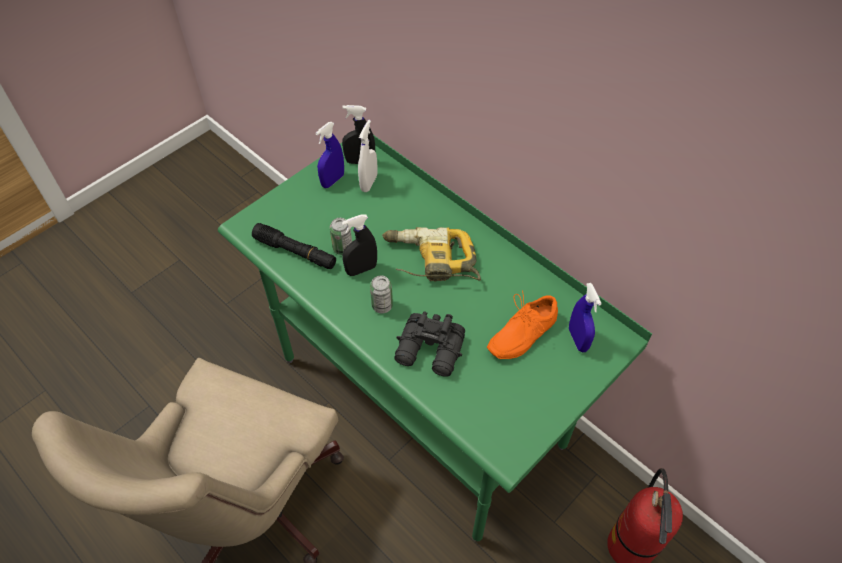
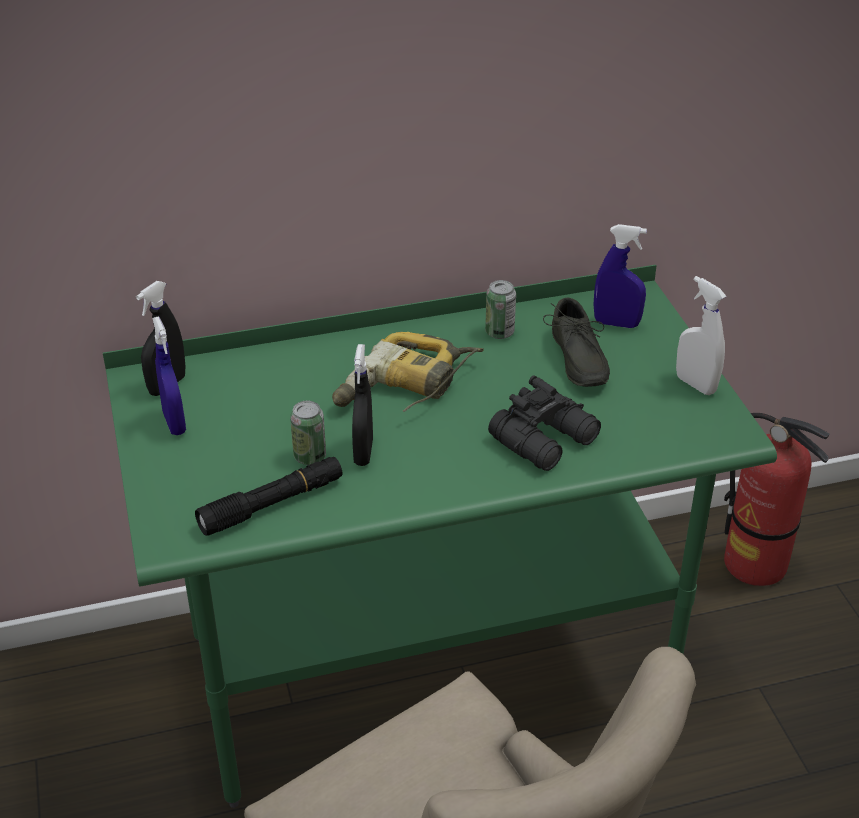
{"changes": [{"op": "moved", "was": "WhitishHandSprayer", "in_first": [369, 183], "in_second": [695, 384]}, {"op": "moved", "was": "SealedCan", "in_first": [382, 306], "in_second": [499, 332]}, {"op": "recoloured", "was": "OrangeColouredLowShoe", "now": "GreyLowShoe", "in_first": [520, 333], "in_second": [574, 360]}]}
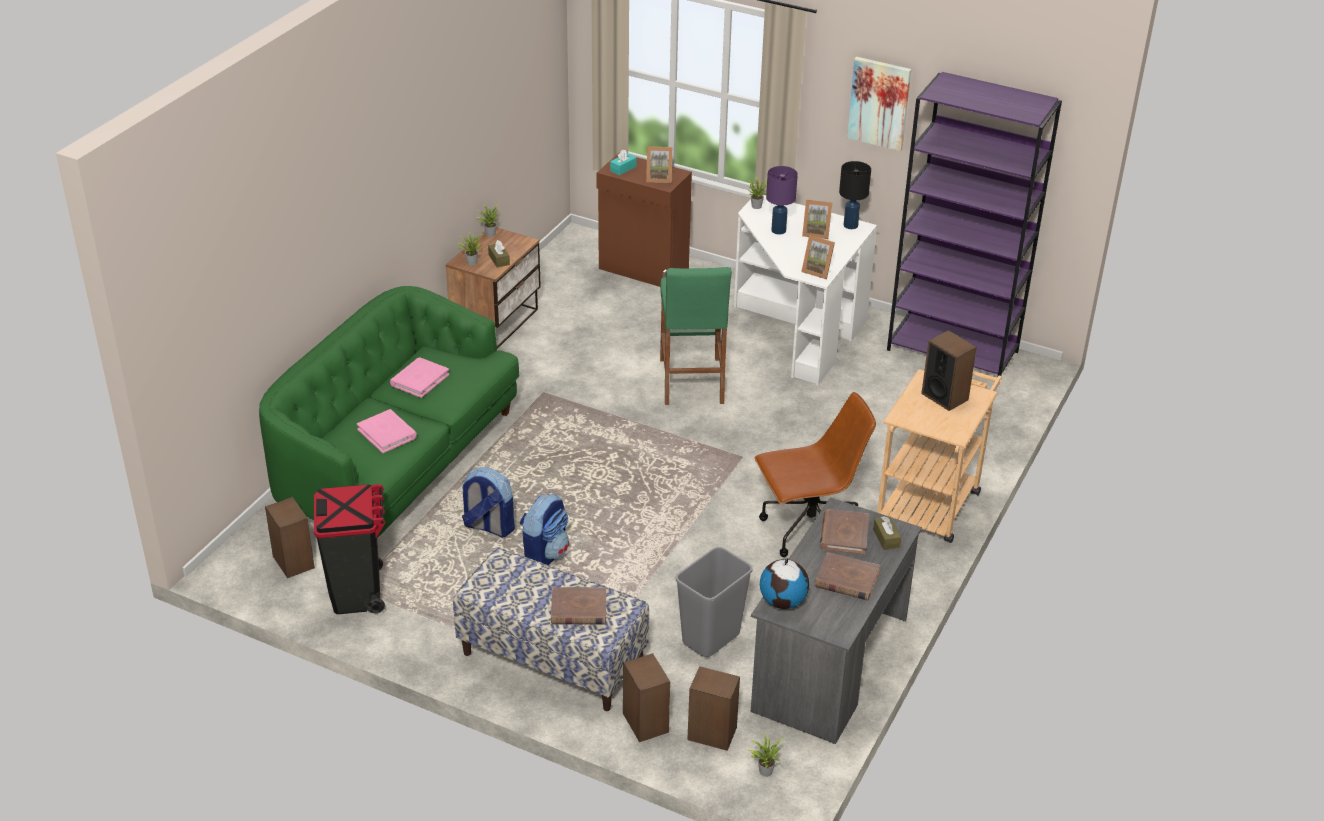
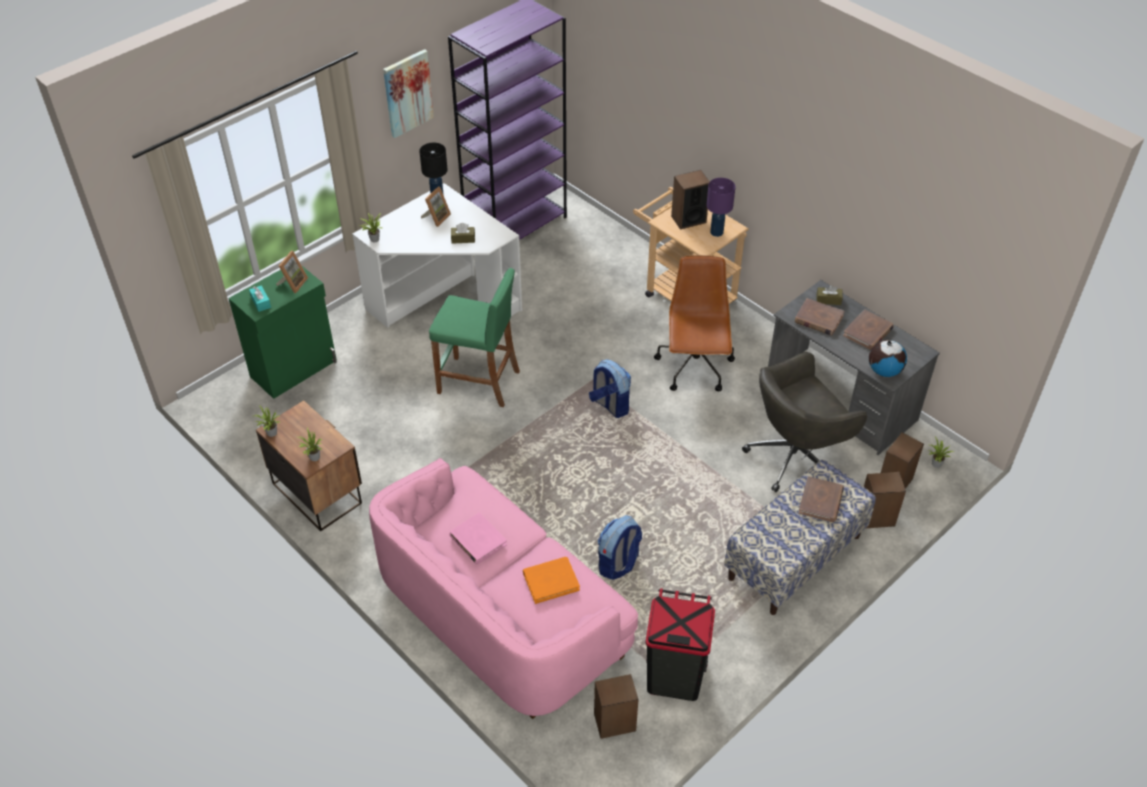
{"changes": [{"op": "removed", "was": "StandingFrame", "in_first": [818, 271]}, {"op": "moved", "was": "BrownTissueHolder", "in_first": [499, 259], "in_second": [463, 239]}, {"op": "moved", "was": "Backpack", "in_first": [545, 554], "in_second": [609, 405]}, {"op": "moved", "was": "PurplishTableLamp", "in_first": [778, 230], "in_second": [716, 232]}, {"op": "replaced", "was": "GreyWasteBin", "now": "GreyComputerChair", "in_first": [710, 637], "in_second": [795, 456]}, {"op": "recoloured", "was": "GreenSofa", "now": "PinkishSofa", "in_first": [396, 462], "in_second": [500, 614]}, {"op": "recoloured", "was": "PinkishBoundBook", "now": "OrangeColouredBoundBook", "in_first": [387, 433], "in_second": [551, 581]}, {"op": "recoloured", "was": "BrownStorageCabinet", "now": "GreenStorageCabinet", "in_first": [643, 270], "in_second": [295, 369]}]}
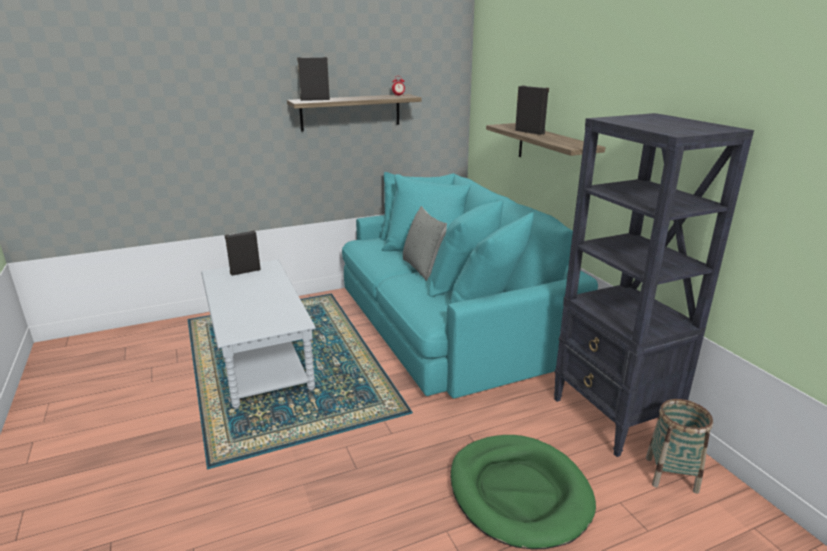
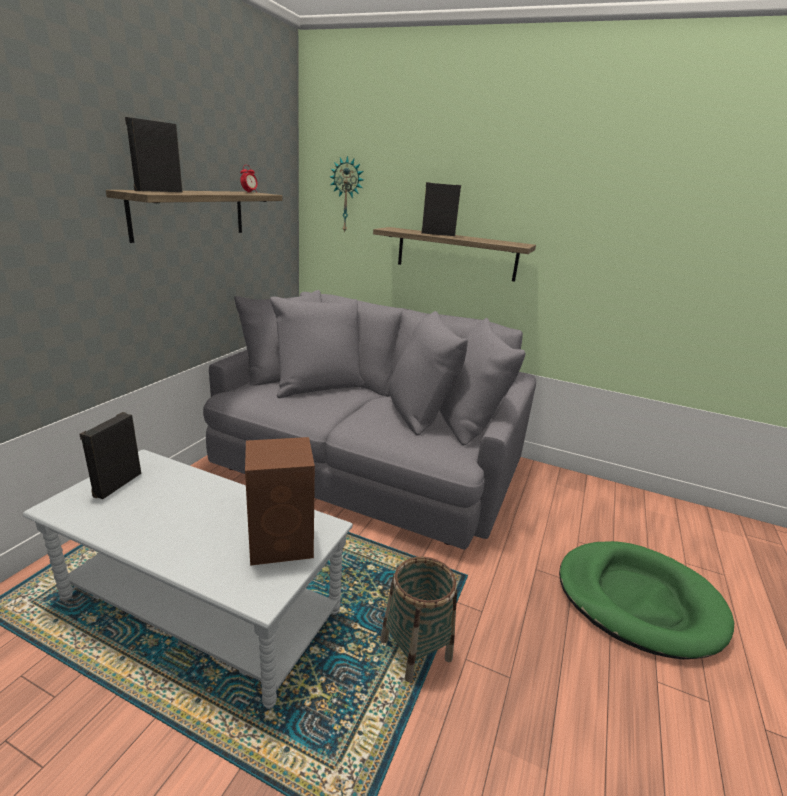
{"changes": [{"op": "removed", "was": "GreyPillow", "in_first": [423, 268]}, {"op": "removed", "was": "BlackColouredShelvingUnit", "in_first": [613, 417]}, {"op": "added", "now": "BrownSpeaker", "in_second": [283, 543]}, {"op": "added", "now": "WallClock", "in_second": [347, 195]}, {"op": "moved", "was": "StorageBasket", "in_first": [671, 474], "in_second": [415, 650]}, {"op": "recoloured", "was": "TurquoiseSofa", "now": "GreySofa", "in_first": [450, 324], "in_second": [369, 462]}]}
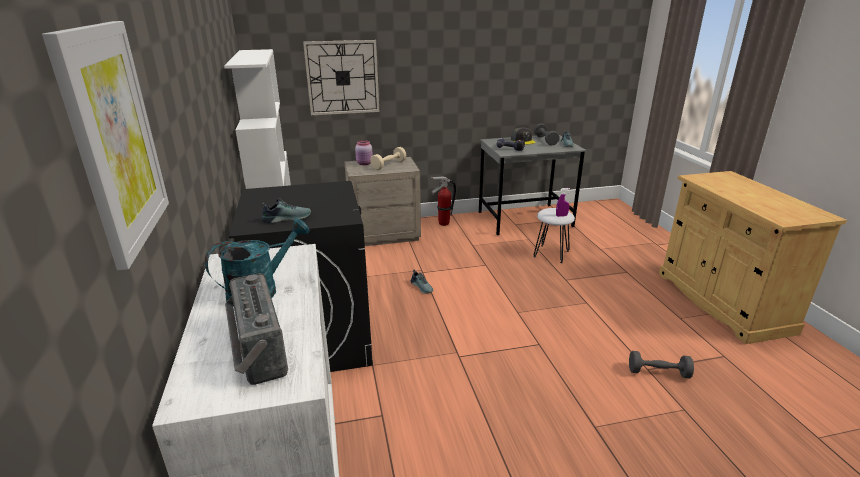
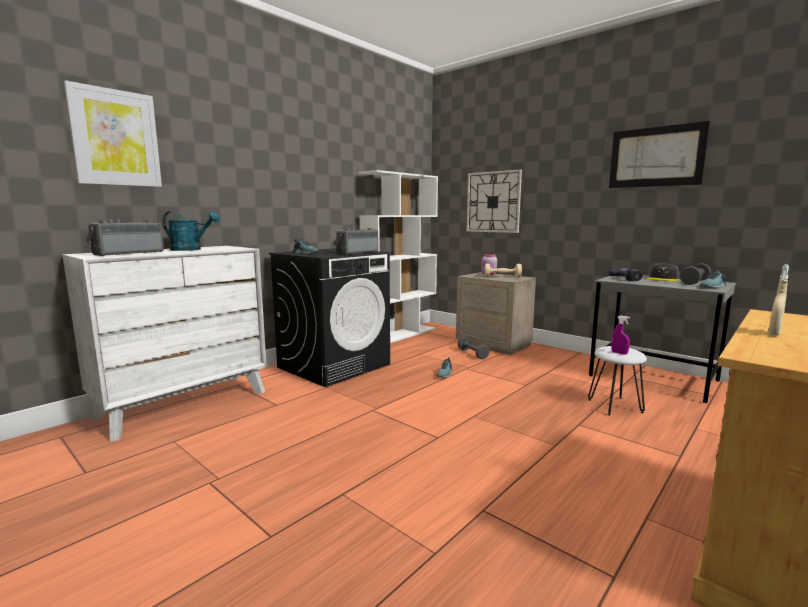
{"changes": [{"op": "removed", "was": "FireFightingCylinder", "in_first": [443, 223]}, {"op": "added", "now": "RadioReceiver", "in_second": [356, 252]}, {"op": "added", "now": "WallPicture", "in_second": [655, 157]}, {"op": "added", "now": "BeigeHandSprayer", "in_second": [774, 333]}, {"op": "moved", "was": "GreyFreeWeight", "in_first": [658, 372], "in_second": [472, 354]}]}
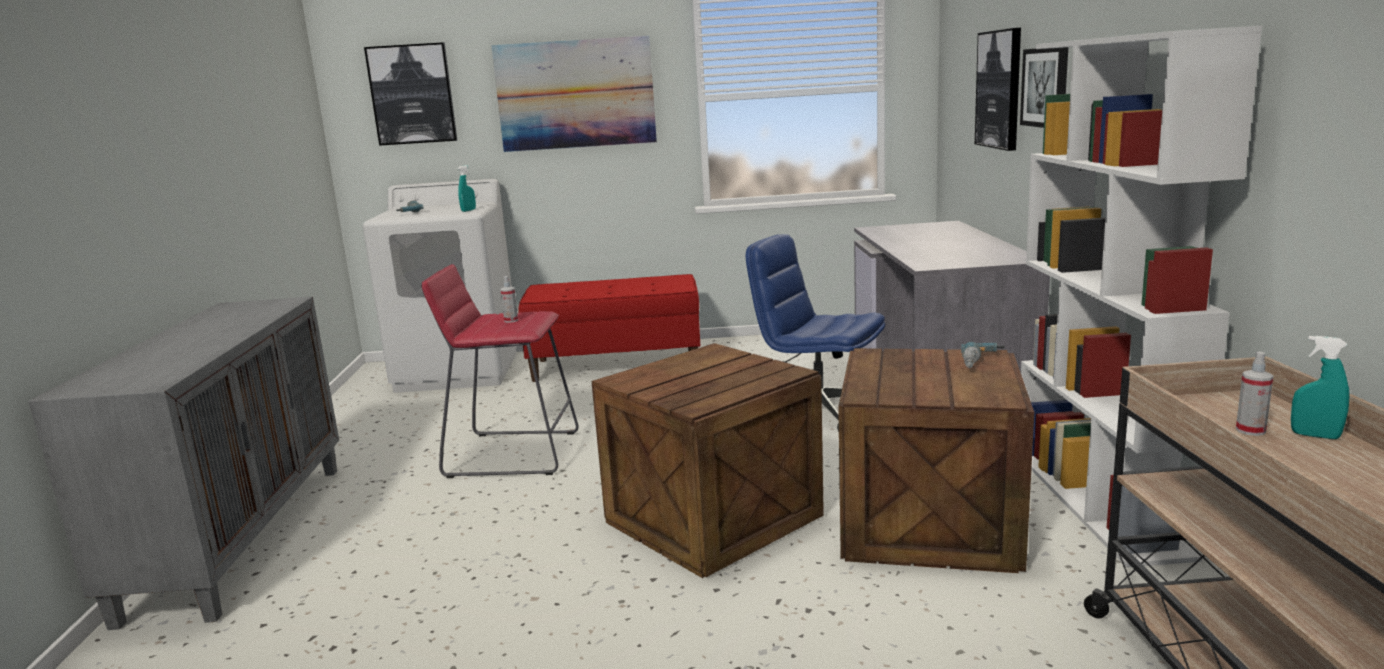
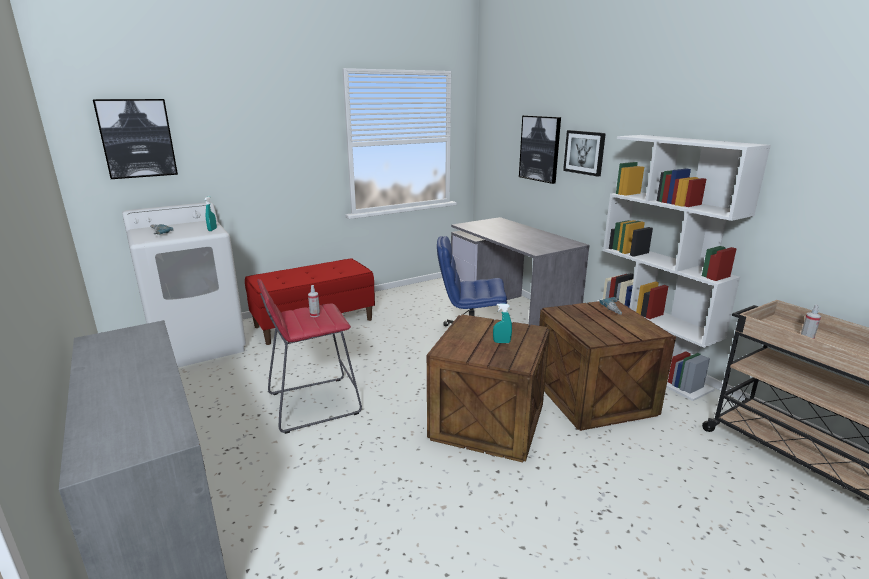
{"changes": [{"op": "removed", "was": "WallPicture", "in_first": [576, 94]}, {"op": "moved", "was": "TurquoiseHandSprayer", "in_first": [1315, 435], "in_second": [501, 342]}]}
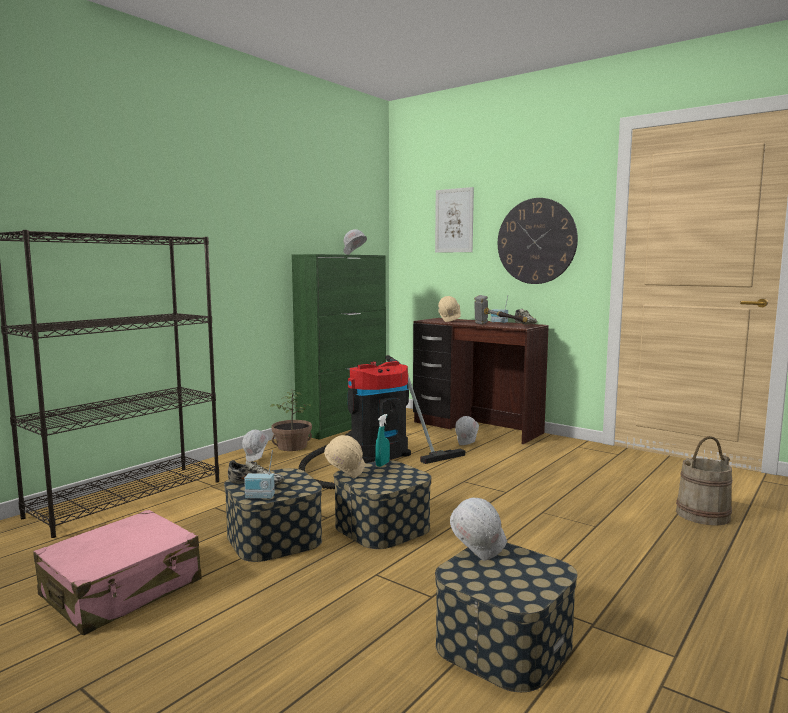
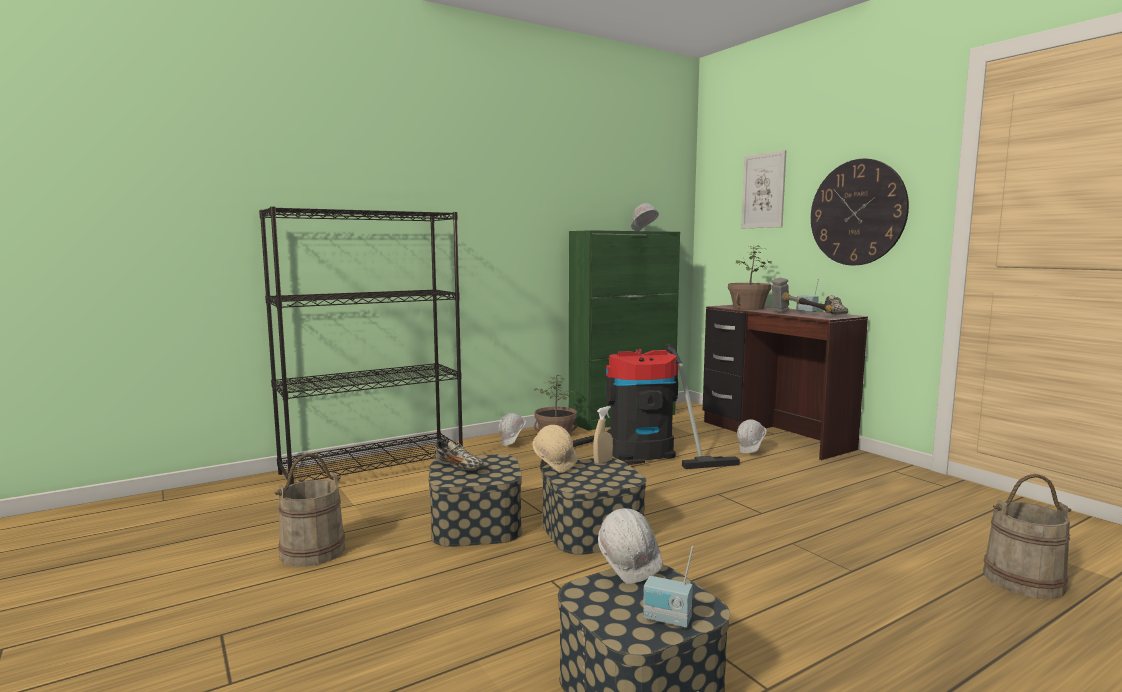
{"changes": [{"op": "moved", "was": "RadioReceiver", "in_first": [259, 497], "in_second": [667, 620]}, {"op": "replaced", "was": "PinkishPieceOfLuggage", "now": "BeigeBucket", "in_first": [122, 589], "in_second": [312, 551]}, {"op": "replaced", "was": "BeigeWorkHelmet", "now": "PlantInAPot", "in_first": [449, 321], "in_second": [748, 308]}, {"op": "recoloured", "was": "TurquoiseHandSprayer", "now": "BeigeHandSprayer", "in_first": [382, 464], "in_second": [603, 462]}]}
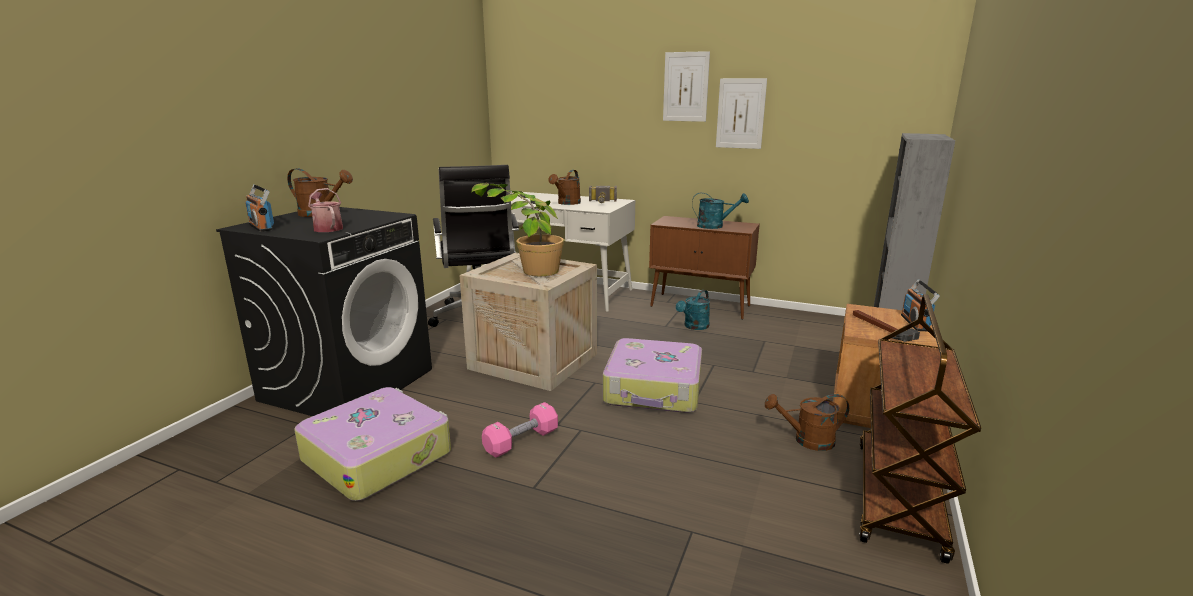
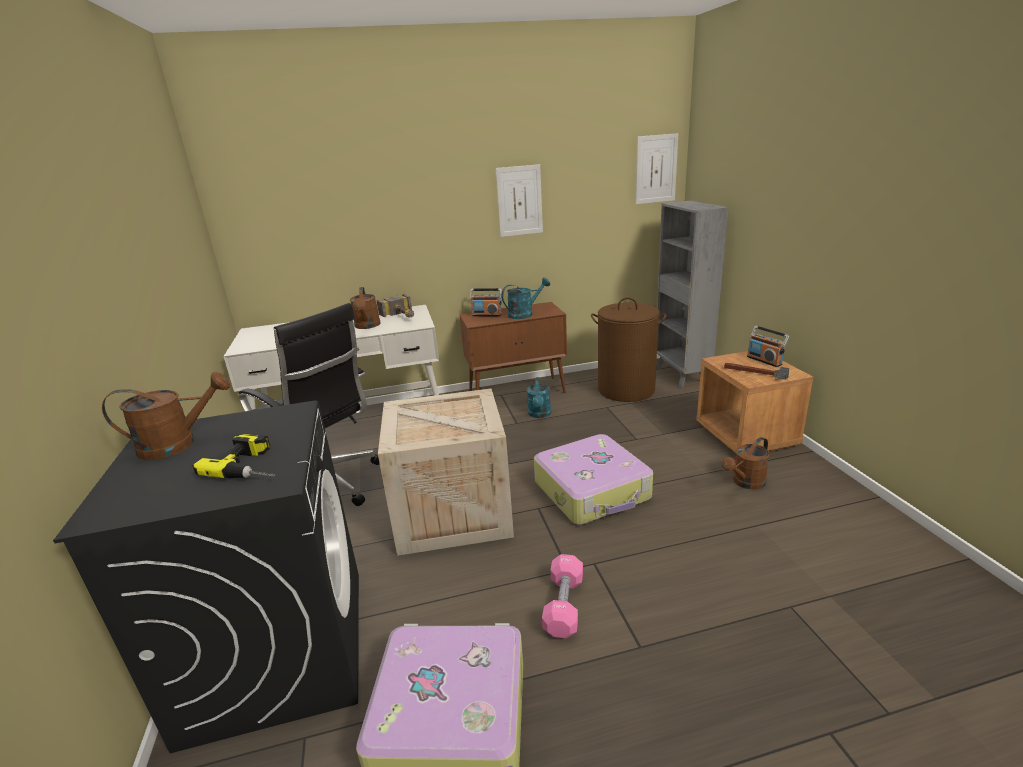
{"changes": [{"op": "removed", "was": "PlantInAPot", "in_first": [525, 268]}, {"op": "removed", "was": "BrownCart", "in_first": [899, 499]}, {"op": "added", "now": "BrownLaundryBasket", "in_second": [626, 389]}, {"op": "moved", "was": "RadioReceiver", "in_first": [261, 227], "in_second": [487, 315]}, {"op": "moved", "was": "WallPicture", "in_first": [685, 87], "in_second": [656, 169]}, {"op": "replaced", "was": "WateringPot", "now": "Drill", "in_first": [327, 228], "in_second": [253, 465]}]}
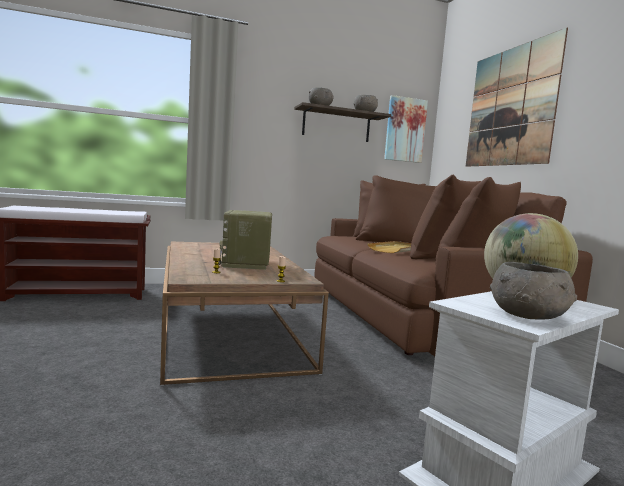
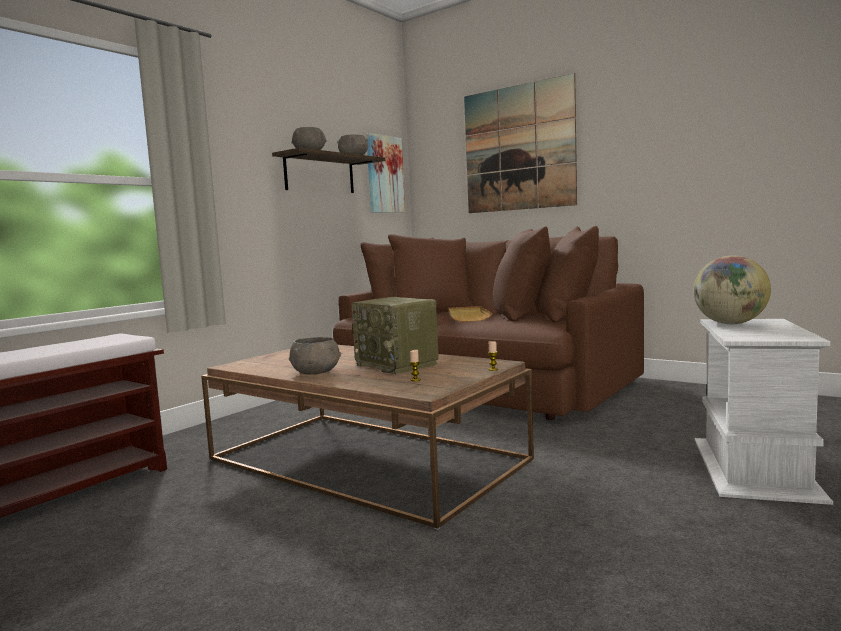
{"changes": [{"op": "moved", "was": "GreyBowl", "in_first": [529, 316], "in_second": [316, 372]}]}
